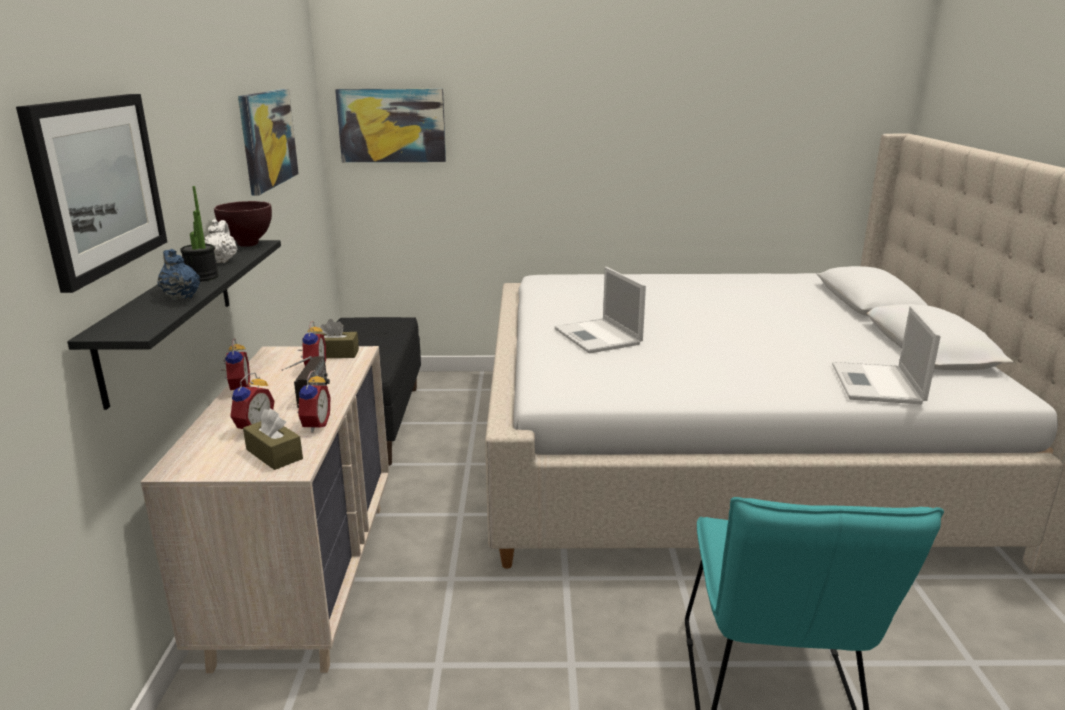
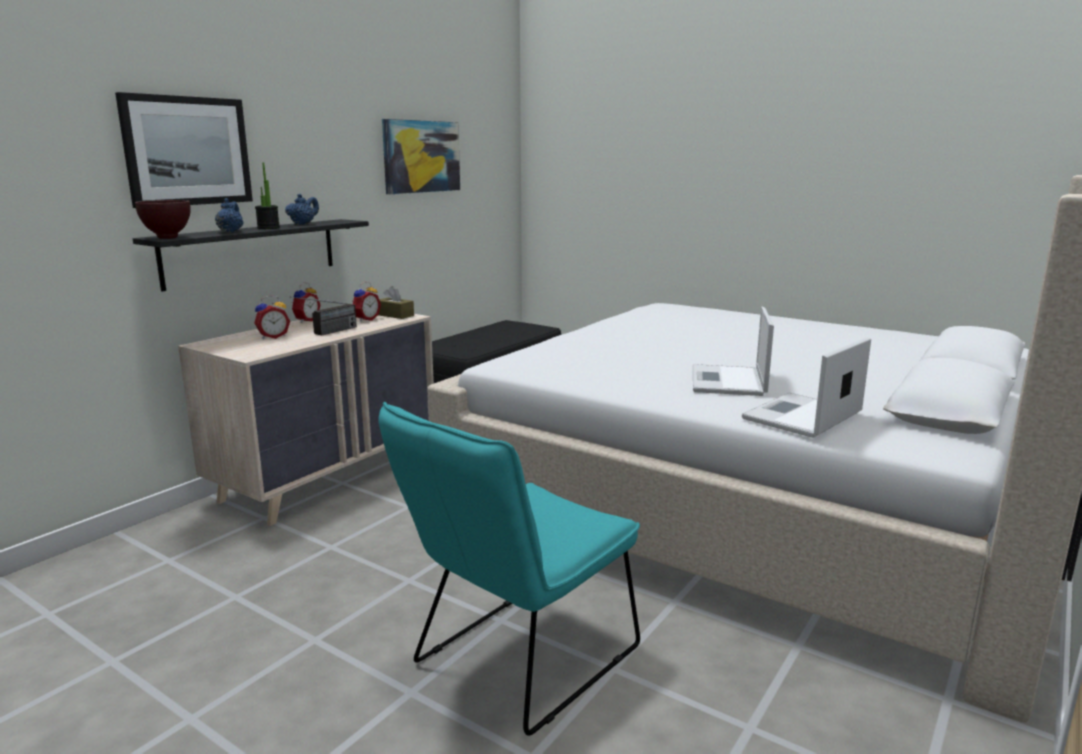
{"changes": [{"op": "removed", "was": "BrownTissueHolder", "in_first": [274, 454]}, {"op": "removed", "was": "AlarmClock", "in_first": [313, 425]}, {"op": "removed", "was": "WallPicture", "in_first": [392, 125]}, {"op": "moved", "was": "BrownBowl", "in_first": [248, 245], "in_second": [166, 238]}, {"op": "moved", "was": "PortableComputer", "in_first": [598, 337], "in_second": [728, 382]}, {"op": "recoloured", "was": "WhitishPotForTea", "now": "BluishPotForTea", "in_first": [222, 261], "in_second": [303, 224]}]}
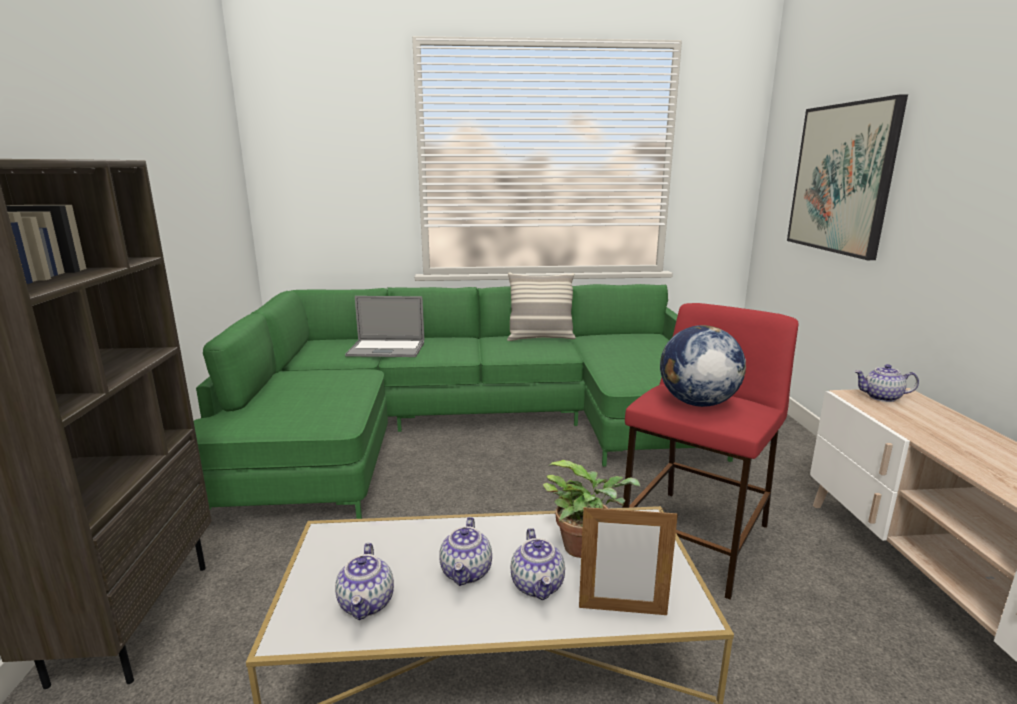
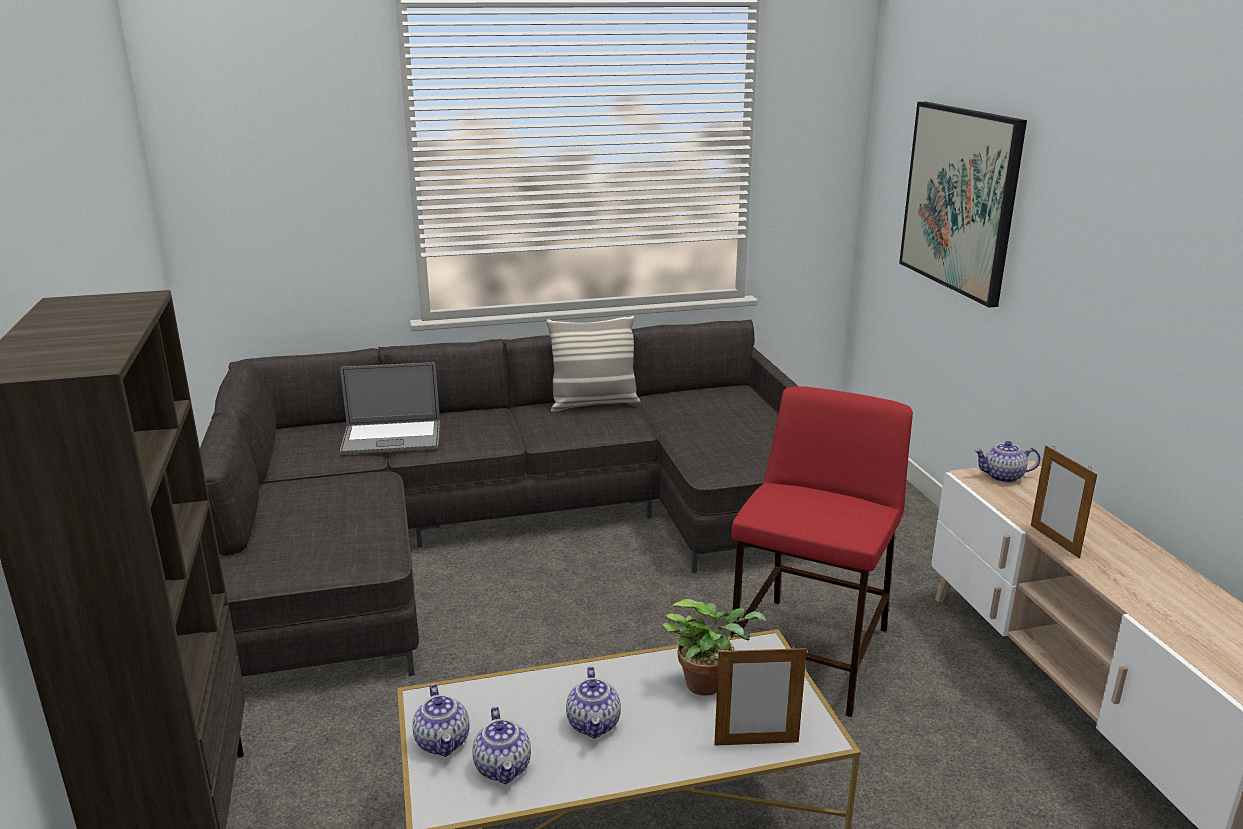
{"changes": [{"op": "removed", "was": "WorldGlobe", "in_first": [697, 403]}, {"op": "added", "now": "StandingFrame", "in_second": [1054, 541]}, {"op": "moved", "was": "PotForTea", "in_first": [538, 585], "in_second": [443, 742]}, {"op": "recoloured", "was": "GreenSofa", "now": "GreySofa", "in_first": [468, 425], "in_second": [509, 530]}]}
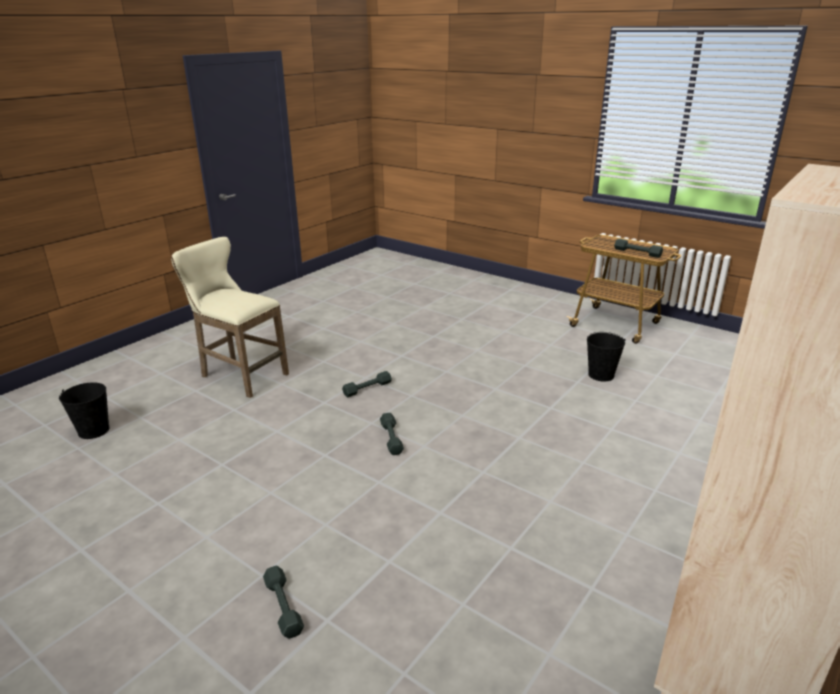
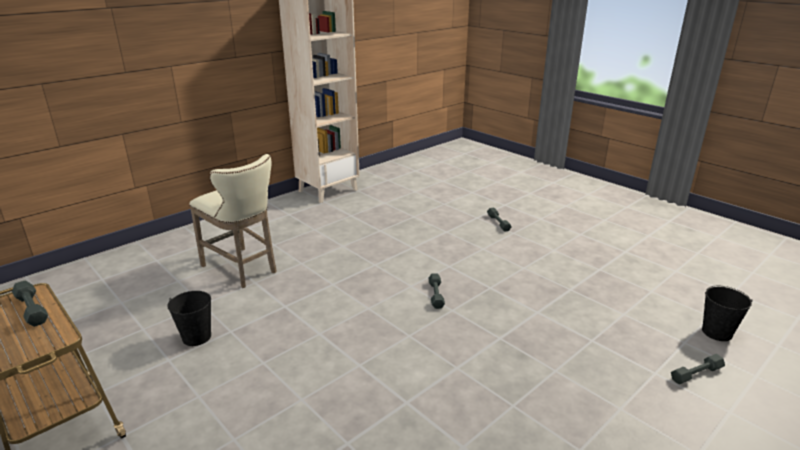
{"changes": [{"op": "moved", "was": "BeigeStool", "in_first": [240, 375], "in_second": [242, 270]}, {"op": "moved", "was": "GreyFreeWeight", "in_first": [367, 388], "in_second": [696, 374]}]}
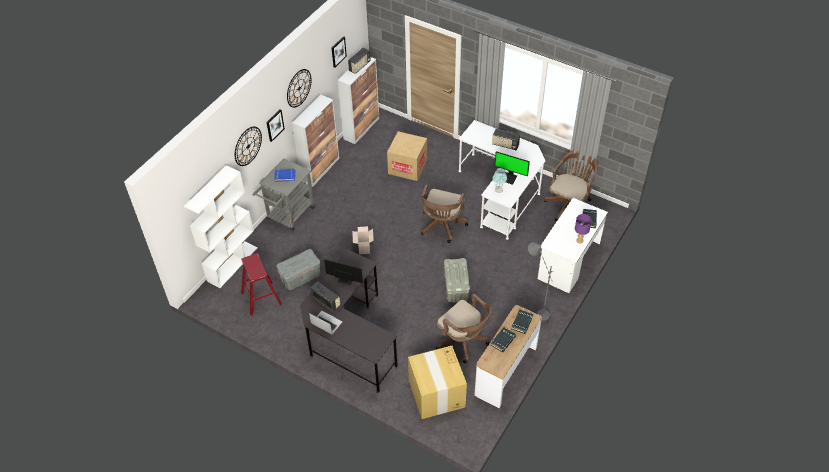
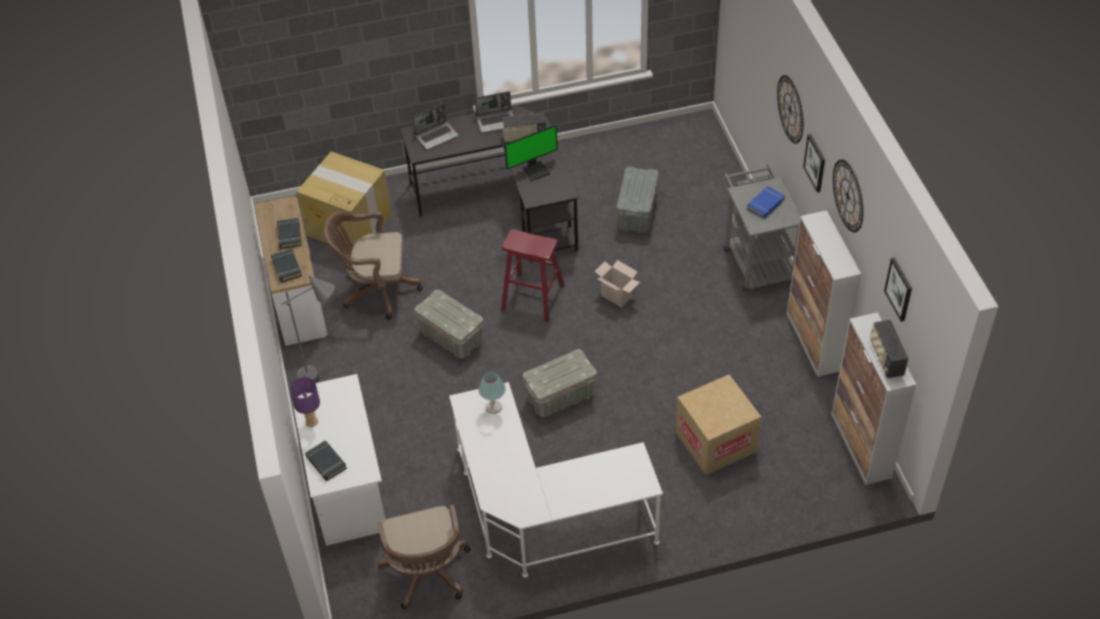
{"changes": [{"op": "removed", "was": "WhitishShelvingUnit", "in_first": [232, 264]}, {"op": "removed", "was": "RadioReceiver", "in_first": [505, 145]}, {"op": "removed", "was": "ComputerScreen", "in_first": [509, 178]}, {"op": "added", "now": "PortableComputer", "in_second": [437, 135]}, {"op": "moved", "was": "RedColouredStool", "in_first": [261, 298], "in_second": [532, 297]}, {"op": "replaced", "was": "BrownComputerChair", "now": "GreyStorageBox", "in_first": [442, 226], "in_second": [561, 396]}]}
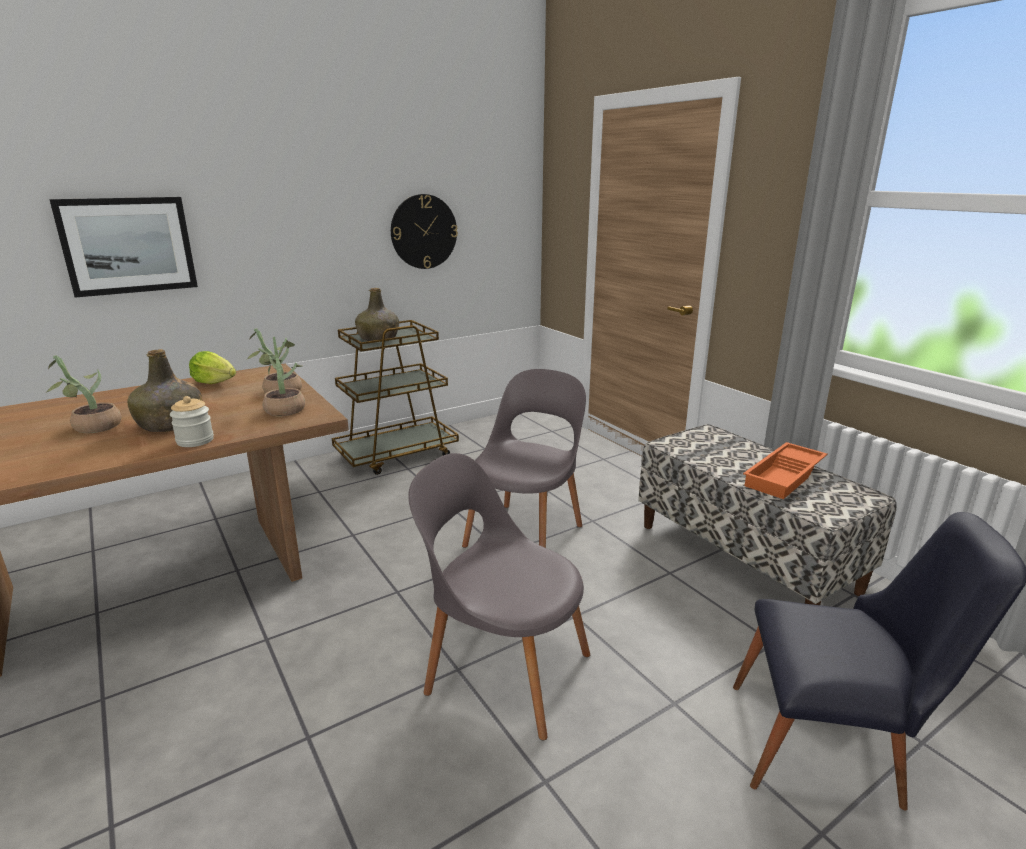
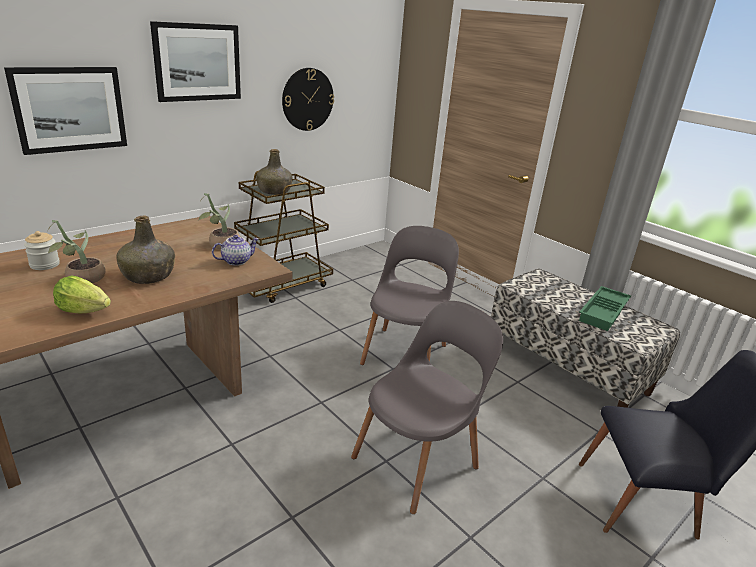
{"changes": [{"op": "added", "now": "WallPicture", "in_second": [197, 62]}, {"op": "moved", "was": "Jar", "in_first": [195, 441], "in_second": [45, 265]}, {"op": "moved", "was": "Lettuce", "in_first": [214, 383], "in_second": [83, 310]}, {"op": "replaced", "was": "PlantInAPot", "now": "PotForTea", "in_first": [285, 408], "in_second": [236, 261]}, {"op": "recoloured", "was": "OrangeColouredCarryingTray", "now": "GreenCarryingTray", "in_first": [785, 476], "in_second": [604, 313]}, {"op": "turned", "was": "GreyChair", "in_first": [503, 669], "in_second": [419, 459], "clockwise": 120}]}
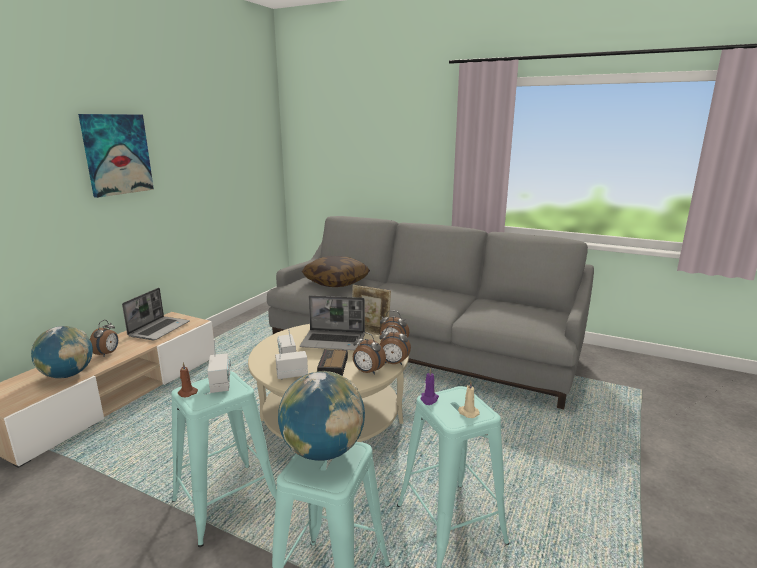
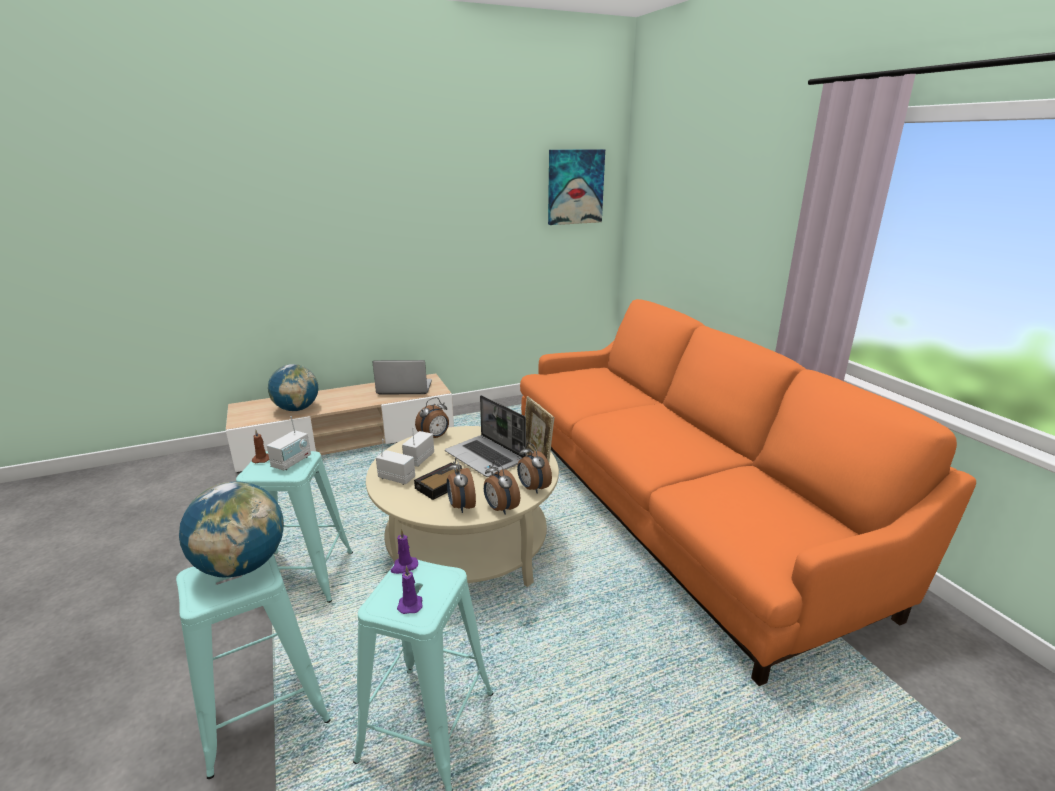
{"changes": [{"op": "removed", "was": "Pillow", "in_first": [336, 282]}, {"op": "moved", "was": "WallPicture", "in_first": [117, 154], "in_second": [575, 187]}, {"op": "moved", "was": "AlarmClock", "in_first": [107, 353], "in_second": [434, 437]}, {"op": "recoloured", "was": "GreySofa", "now": "OrangeColouredSofa", "in_first": [422, 346], "in_second": [674, 503]}, {"op": "recoloured", "was": "BeigeWaxLight", "now": "PurplishWaxLight", "in_first": [467, 412], "in_second": [410, 604]}, {"op": "turned", "was": "PortableComputer", "in_first": [159, 329], "in_second": [403, 388], "clockwise": -150}]}
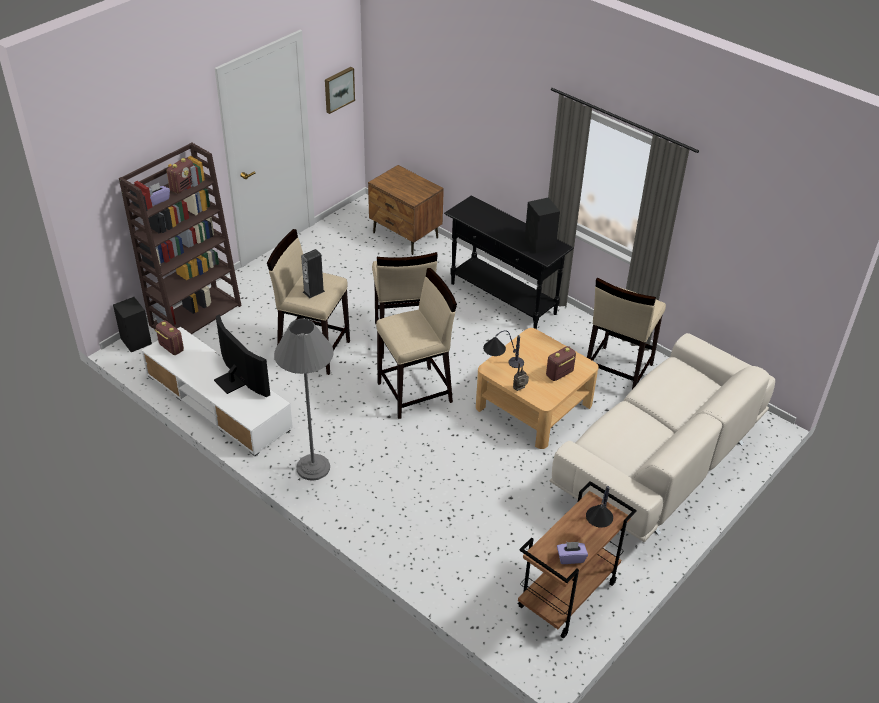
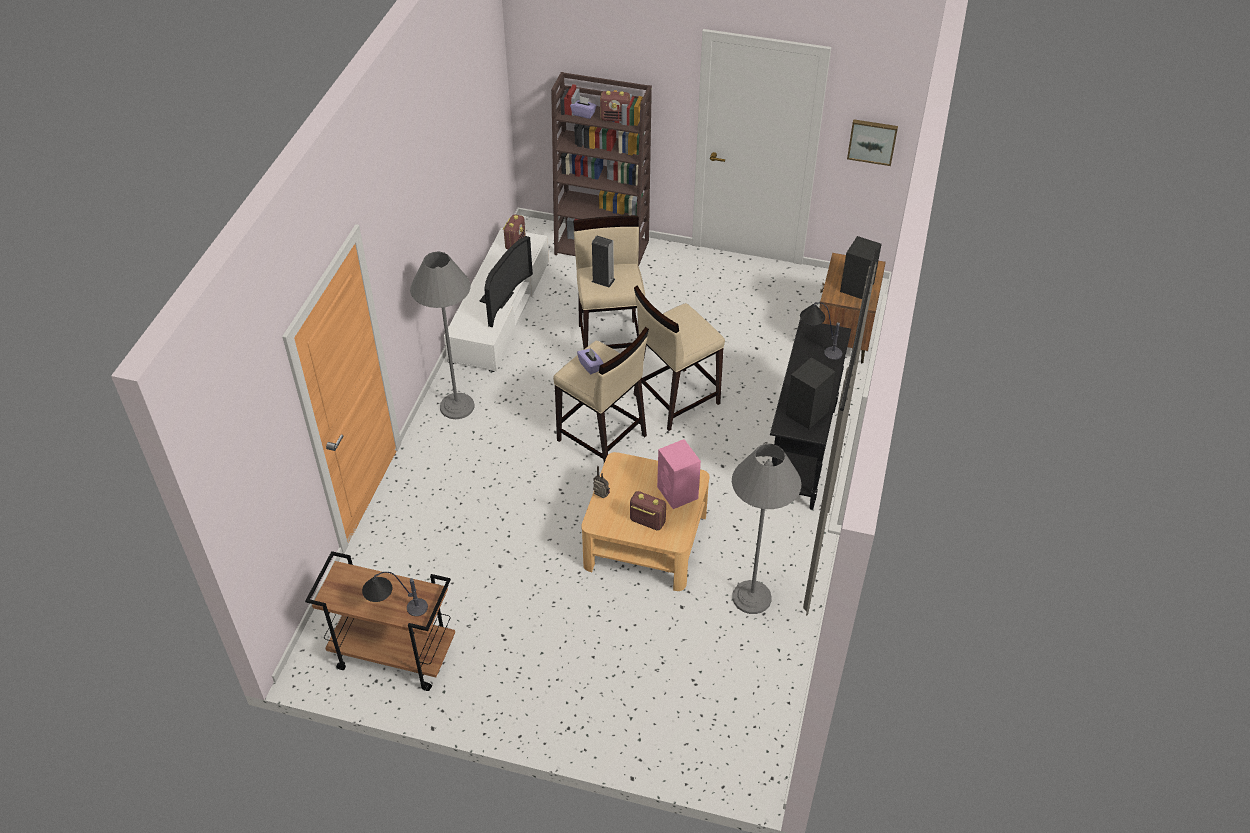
{"changes": [{"op": "removed", "was": "BeigeSofa", "in_first": [658, 461]}, {"op": "added", "now": "PinkishSpeaker", "in_second": [678, 493]}, {"op": "moved", "was": "BlackColouredSpeaker", "in_first": [136, 341], "in_second": [856, 288]}, {"op": "moved", "was": "TableLamp", "in_first": [501, 366], "in_second": [817, 345]}, {"op": "moved", "was": "PurplishTissueHolder", "in_first": [570, 558], "in_second": [590, 366]}, {"op": "replaced", "was": "BeigeStool", "now": "GreyStandardLamp", "in_first": [617, 372], "in_second": [751, 597]}]}
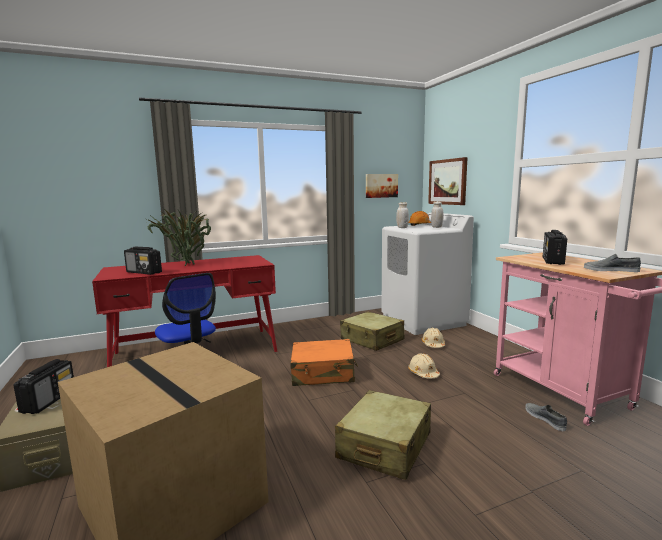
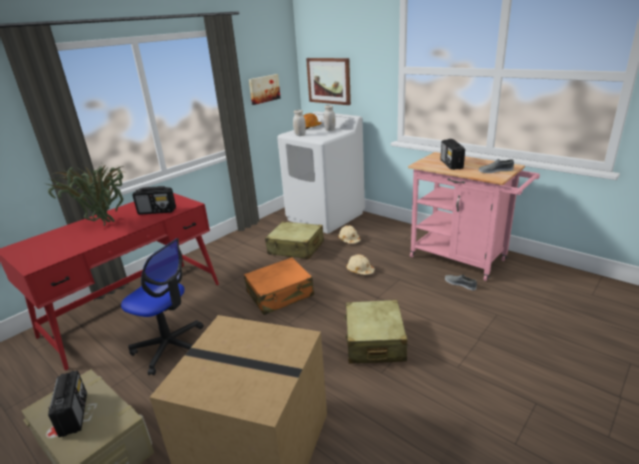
{"changes": [{"op": "moved", "was": "RadioReceiver", "in_first": [144, 272], "in_second": [157, 211]}]}
